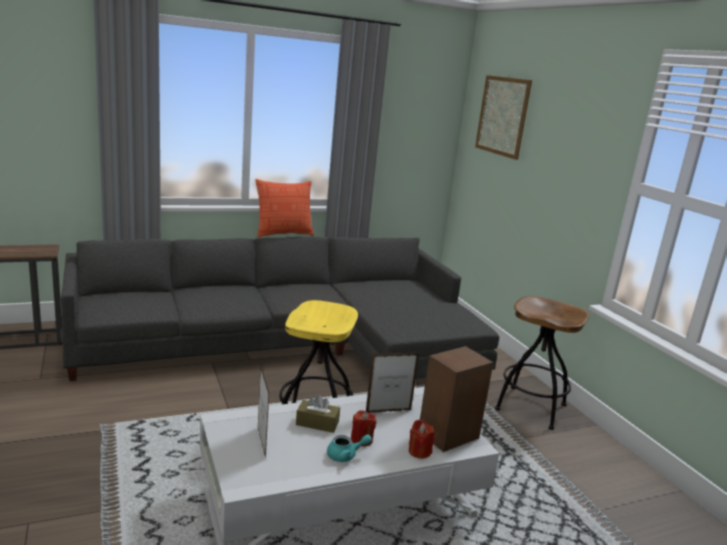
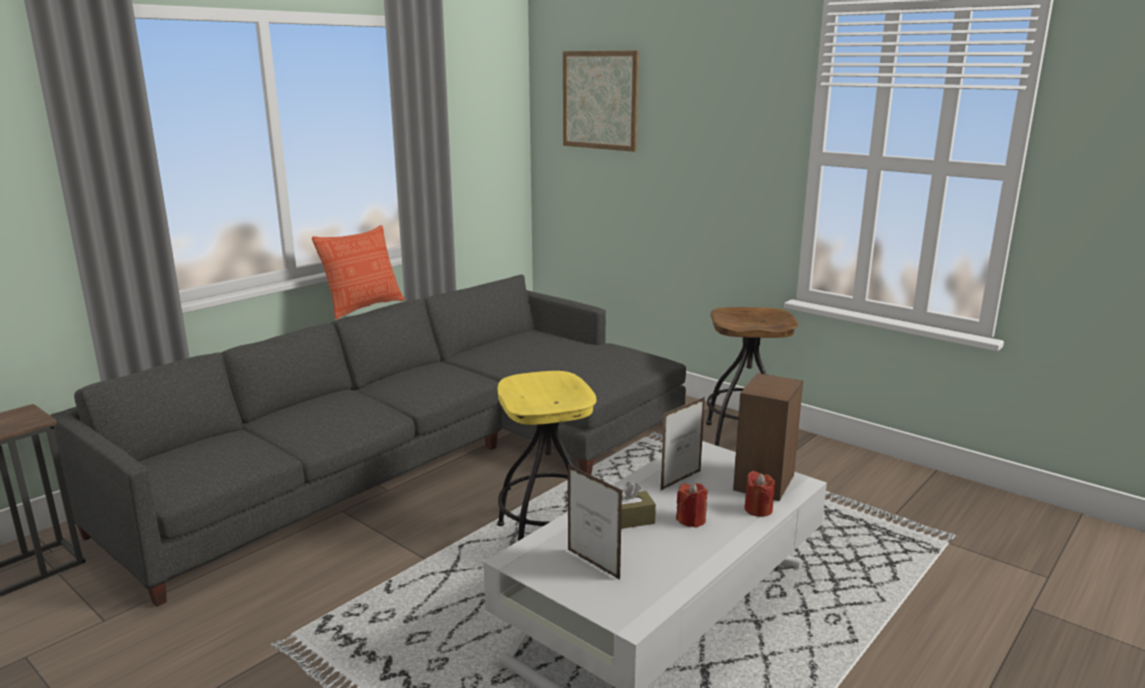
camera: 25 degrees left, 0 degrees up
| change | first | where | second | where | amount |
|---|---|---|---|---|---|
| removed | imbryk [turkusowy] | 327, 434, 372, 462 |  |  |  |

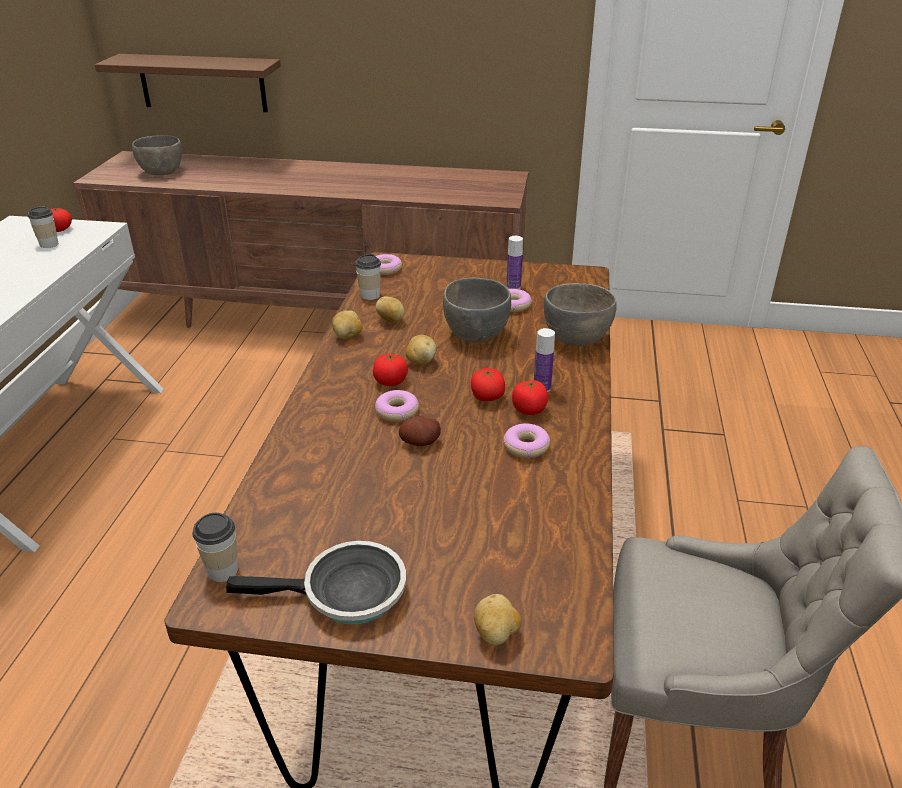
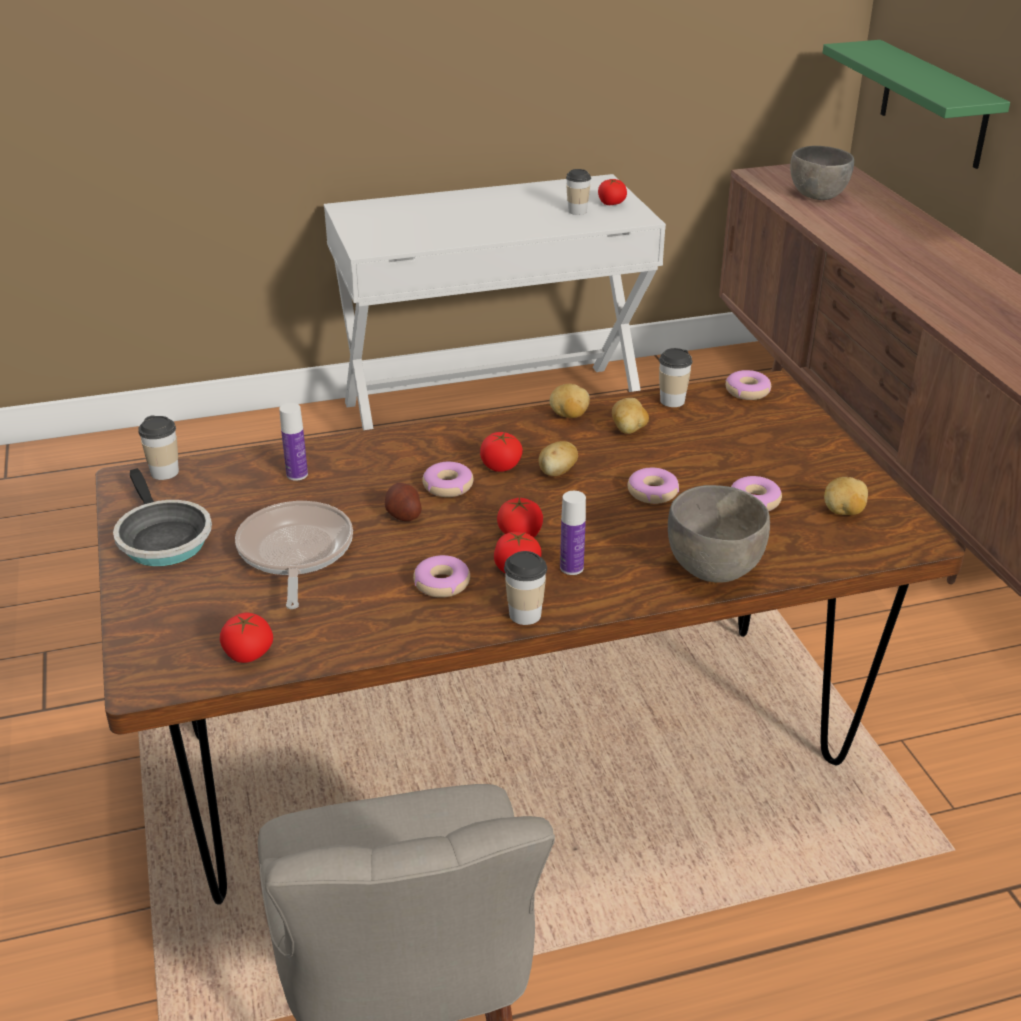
camera: 65 degrees right, 0 degrees up
| change | first | where | second | where | amount |
|---|---|---|---|---|---|
| recoloured | półka [brązowy] | 95, 54, 281, 112 | półka [zielony] | 823, 40, 1010, 169 |  |
| replaced | miska [szary] | 443, 278, 511, 342 | donut | 627, 468, 679, 504 |  |
| moved | ziemniak | 474, 594, 522, 645 |  | 824, 477, 868, 515 |  |
| moved | butelka | 506, 236, 523, 289 |  | 279, 403, 308, 481 |  |
| added |  |  | pomidor | 220, 613, 273, 663 |  |
| added |  |  | patelnia | 235, 501, 353, 609 |  |
| added |  |  | filiżanka | 504, 551, 547, 625 |  |

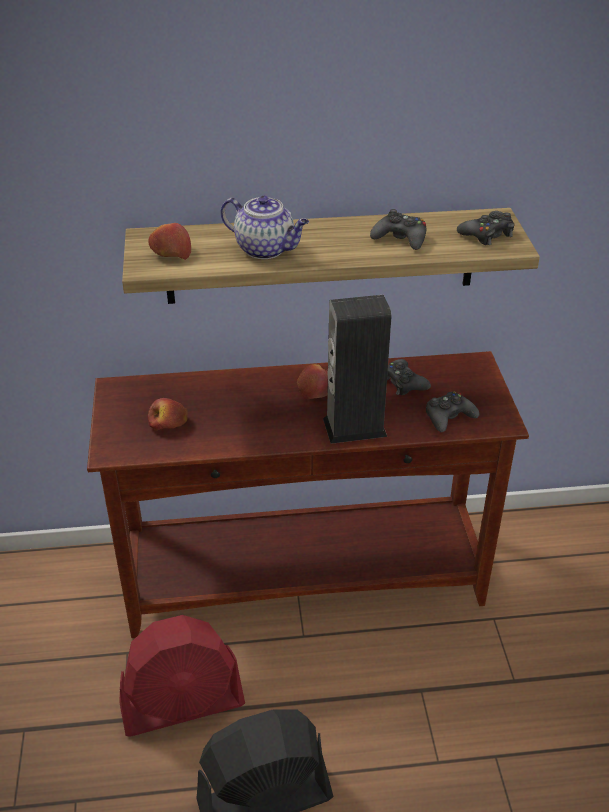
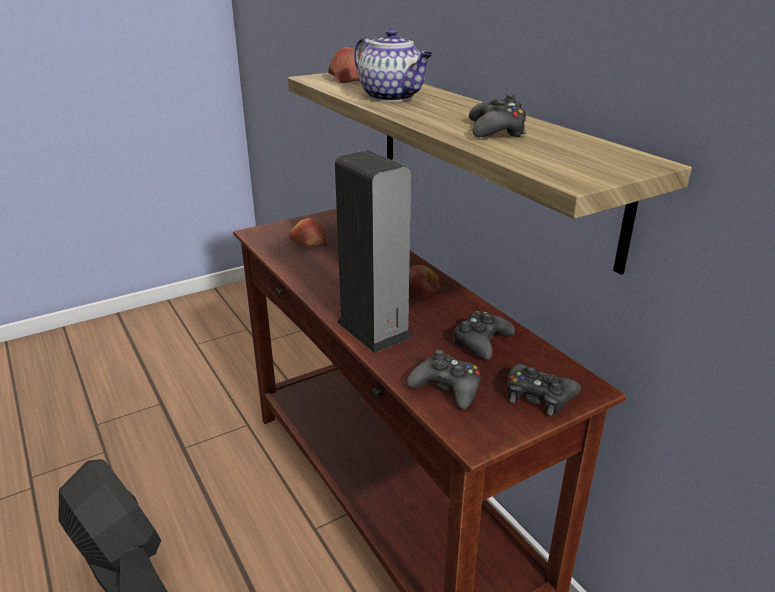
camera: 65 degrees right, 10 degrees down
| change | first | where | second | where | amount |
|---|---|---|---|---|---|
| removed | wentylator [czerwony] | 119, 615, 245, 737 |  |  |  |
| turned | imbryk | 221, 195, 309, 259 |  | 354, 28, 433, 102 | 45 degrees counterclockwise |
| moved | pad do gier [czarny] | 457, 211, 514, 245 |  | 507, 364, 581, 416 |  |

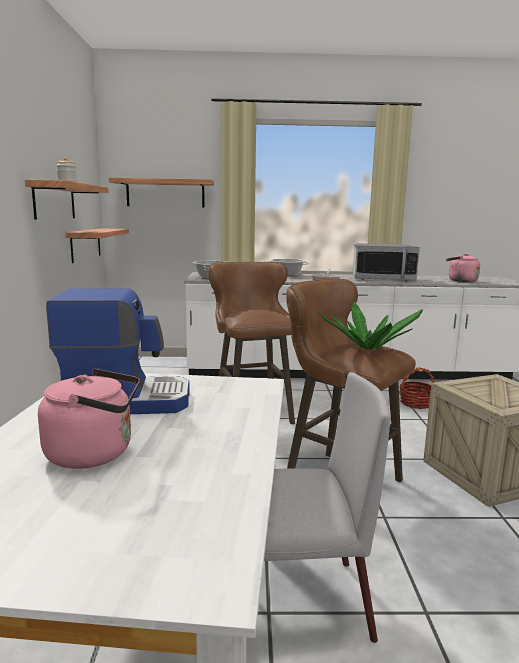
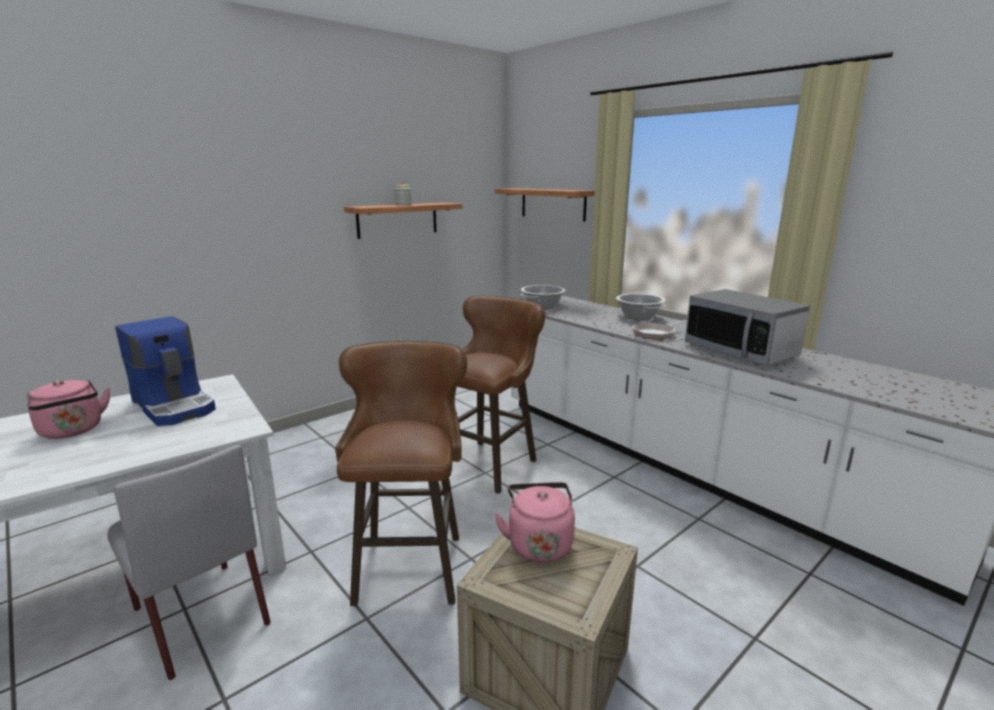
camera: 50 degrees right, 5 degrees up
| change | first | where | second | where | amount |
|---|---|---|---|---|---|
| removed | półka | 66, 229, 129, 263 |  |  |  |
| removed | roślina doniczkowa | 317, 302, 423, 349 |  |  |  |
| removed | koszyk | 400, 367, 436, 409 |  |  |  |
| moved | czajnik [różowy] | 446, 254, 480, 282 |  | 494, 482, 575, 563 |  |

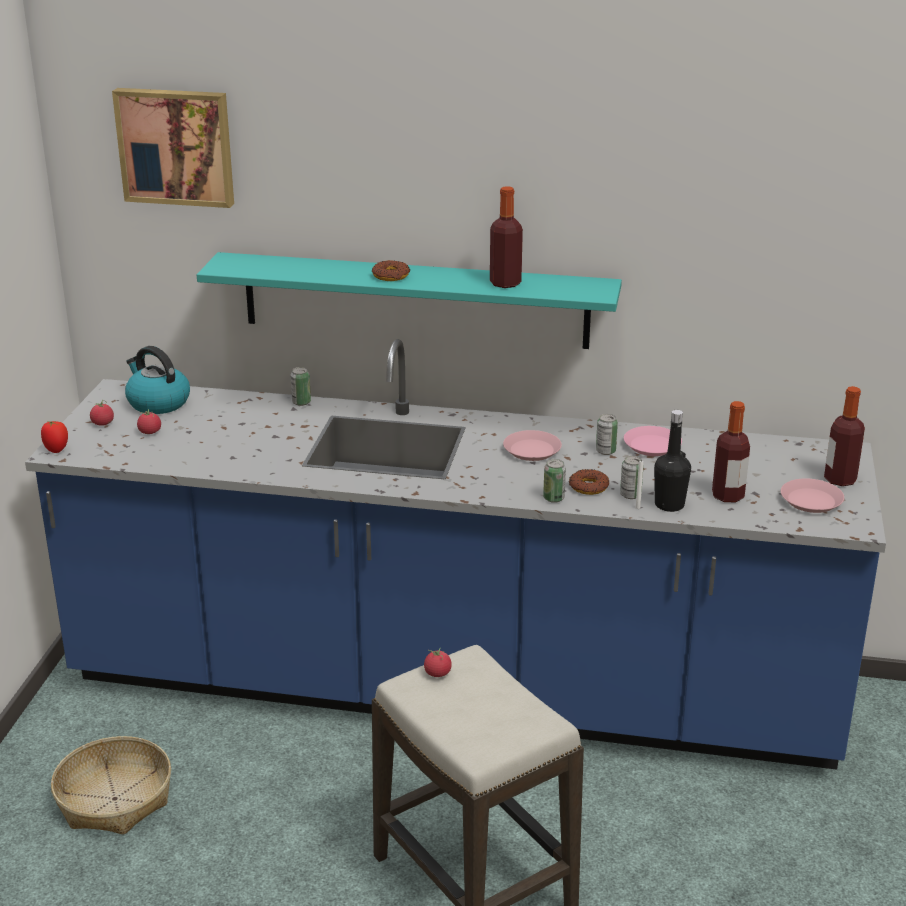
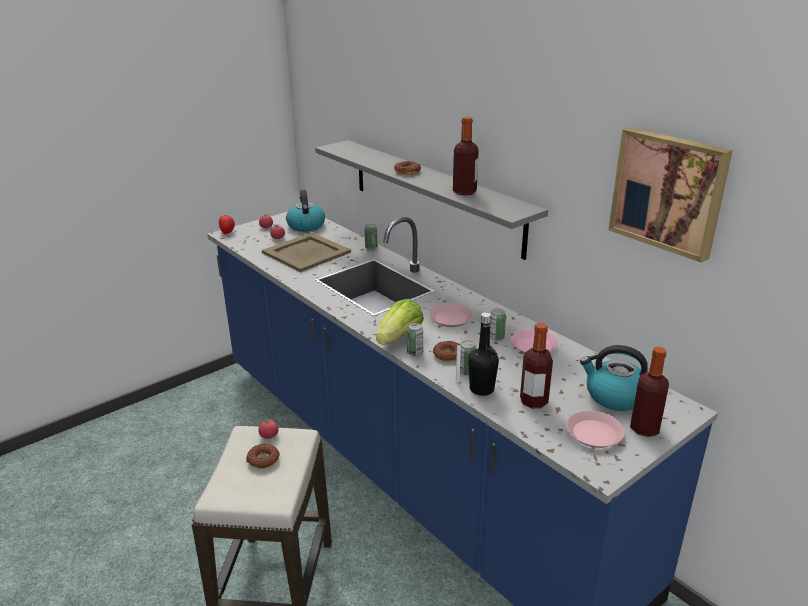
camera: 40 degrees right, 0 degrees up
| change | first | where | second | where | amount |
|---|---|---|---|---|---|
| removed | koszyk | 51, 736, 171, 834 |  |  |  |
| moved | obraz | 112, 88, 234, 208 |  | 608, 127, 733, 263 |  |
| recoloured | półka [turkusowy] | 197, 252, 622, 349 | półka [szary] | 315, 140, 548, 260 |  |
| added |  |  | donut | 246, 444, 279, 468 |  |
| added |  |  | taca [beżowy] | 262, 233, 351, 272 |  |
| added |  |  | sałata | 376, 299, 424, 345 |  |
| added |  |  | czajnik | 580, 345, 648, 411 |  |

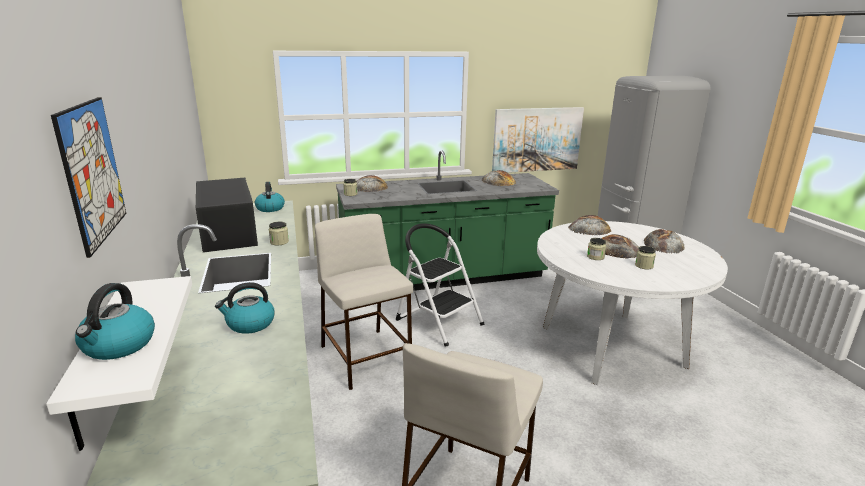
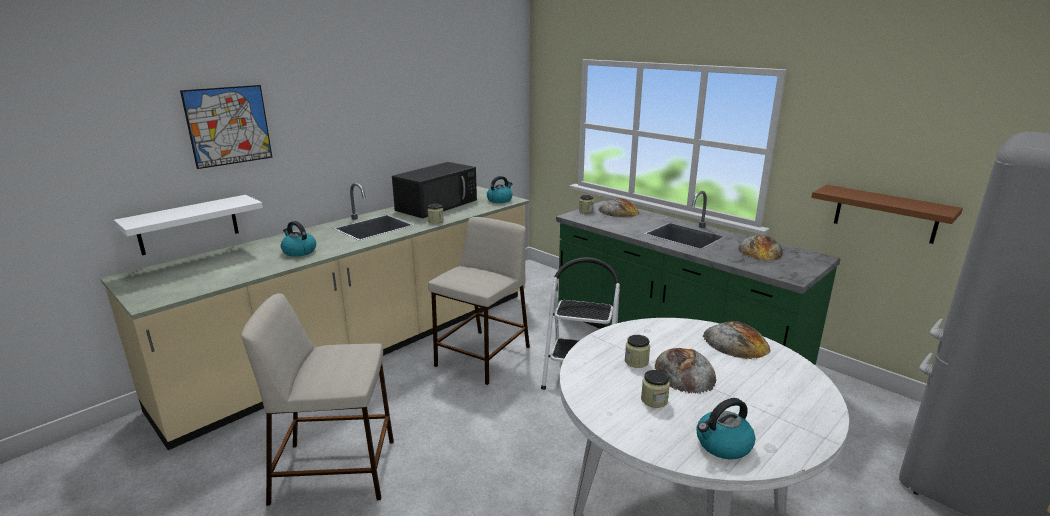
camera: 60 degrees right, 0 degrees up
| change | first | where | second | where | amount |
|---|---|---|---|---|---|
| moved | czajnik | 75, 283, 155, 360 |  | 696, 398, 755, 459 |  |
| replaced | obraz | 492, 107, 584, 173 | półka [brązowy] | 811, 185, 963, 244 |  |
| removed | chleb | 644, 229, 685, 254 |  |  |  |

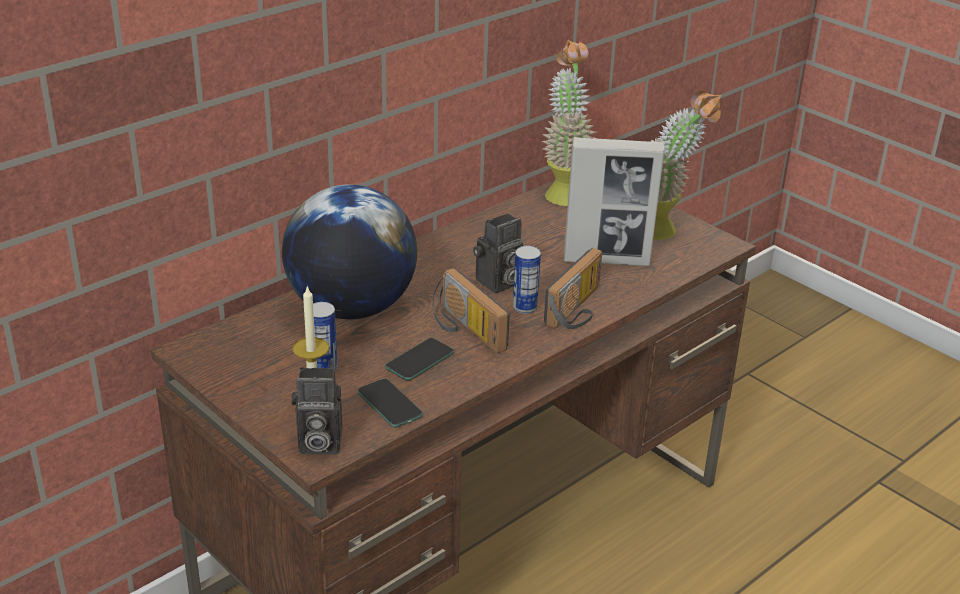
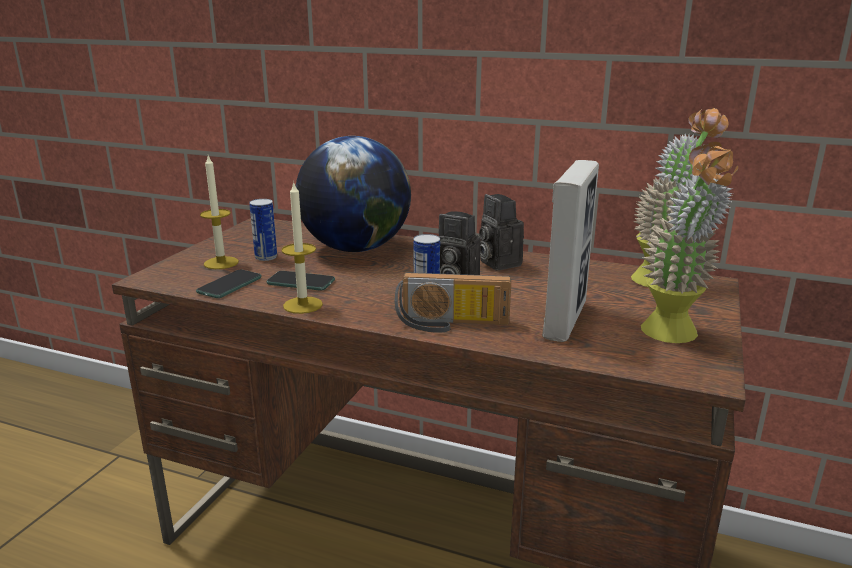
camera: 65 degrees right, 10 degrees down
| change | first | where | second | where | amount |
|---|---|---|---|---|---|
| moved | aparat fotograficzny | 292, 367, 343, 454 |  | 479, 194, 524, 271 |  |
| removed | radio | 432, 268, 510, 353 |  |  |  |
| turned | ramka na zdjęcie | 564, 137, 665, 266 |  | 542, 160, 599, 342 | 135 degrees counterclockwise |
| added |  |  | świeca | 281, 181, 323, 314 |  |

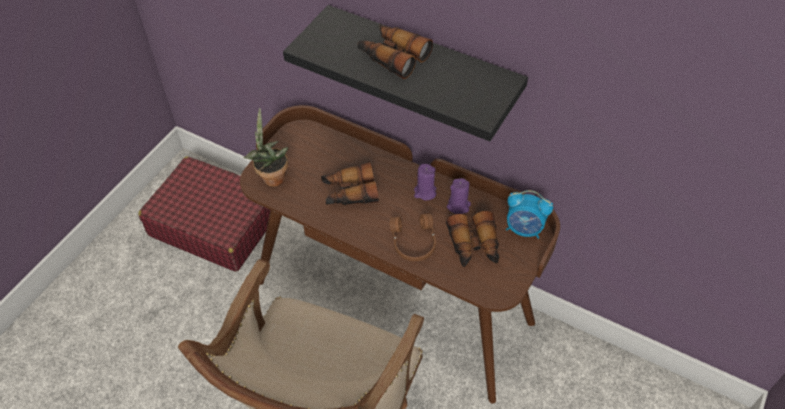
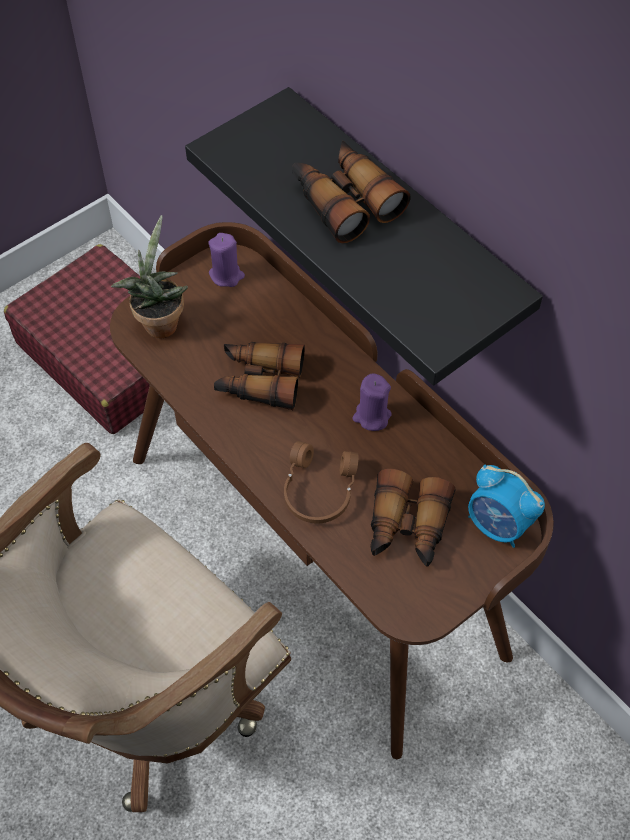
camera: 20 degrees right, 5 degrees up
| change | first | where | second | where | amount |
|---|---|---|---|---|---|
| moved | świeca [fioletowy] | 447, 178, 471, 214 |  | 208, 233, 245, 287 |  |

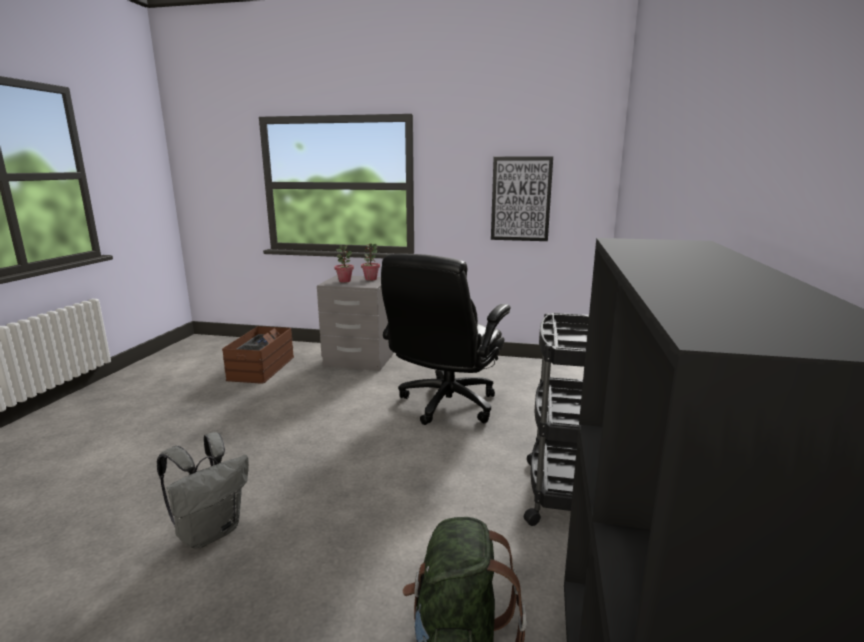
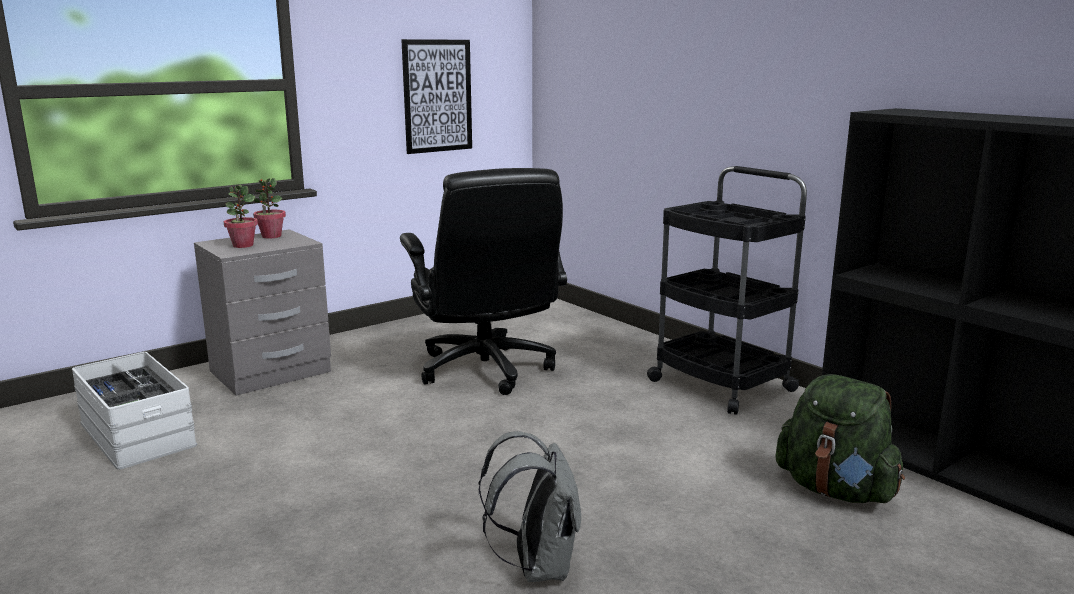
camera: 50 degrees left, 0 degrees up
| change | first | where | second | where | amount |
|---|---|---|---|---|---|
| recoloured | pojemnik do przechowywania [brązowy] | 222, 326, 294, 384 | pojemnik do przechowywania [biały] | 72, 352, 197, 469 |  |

